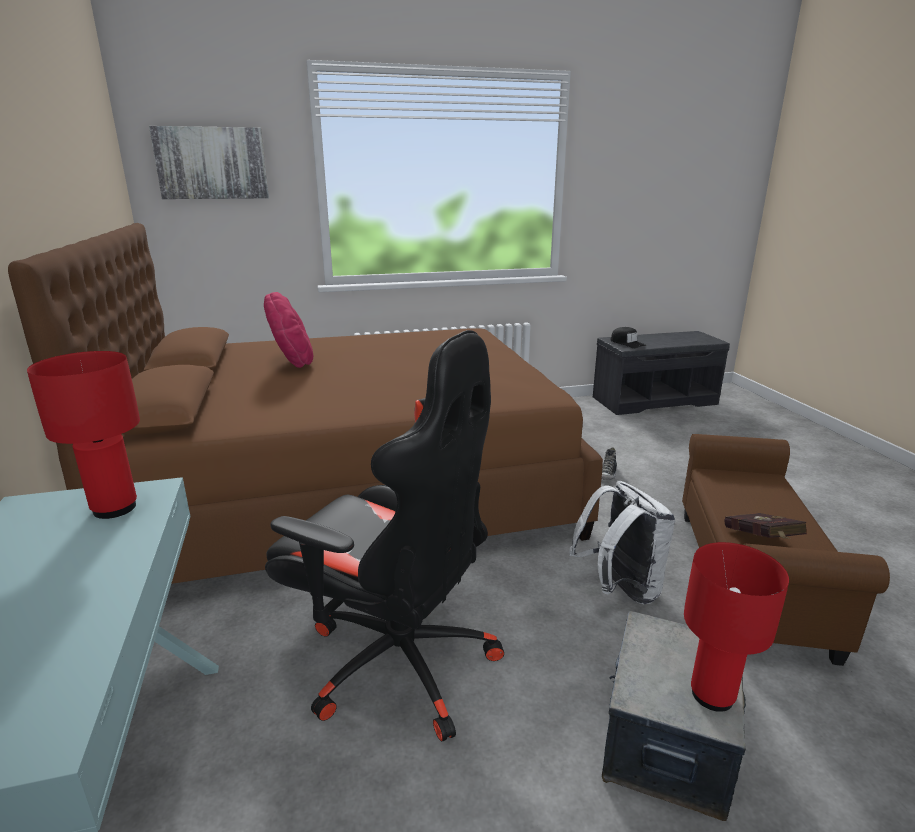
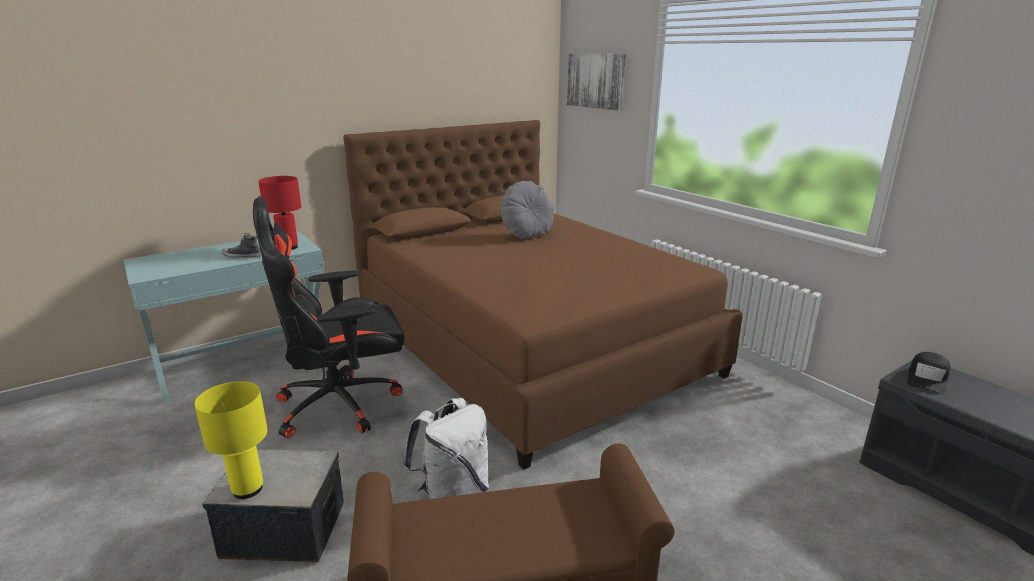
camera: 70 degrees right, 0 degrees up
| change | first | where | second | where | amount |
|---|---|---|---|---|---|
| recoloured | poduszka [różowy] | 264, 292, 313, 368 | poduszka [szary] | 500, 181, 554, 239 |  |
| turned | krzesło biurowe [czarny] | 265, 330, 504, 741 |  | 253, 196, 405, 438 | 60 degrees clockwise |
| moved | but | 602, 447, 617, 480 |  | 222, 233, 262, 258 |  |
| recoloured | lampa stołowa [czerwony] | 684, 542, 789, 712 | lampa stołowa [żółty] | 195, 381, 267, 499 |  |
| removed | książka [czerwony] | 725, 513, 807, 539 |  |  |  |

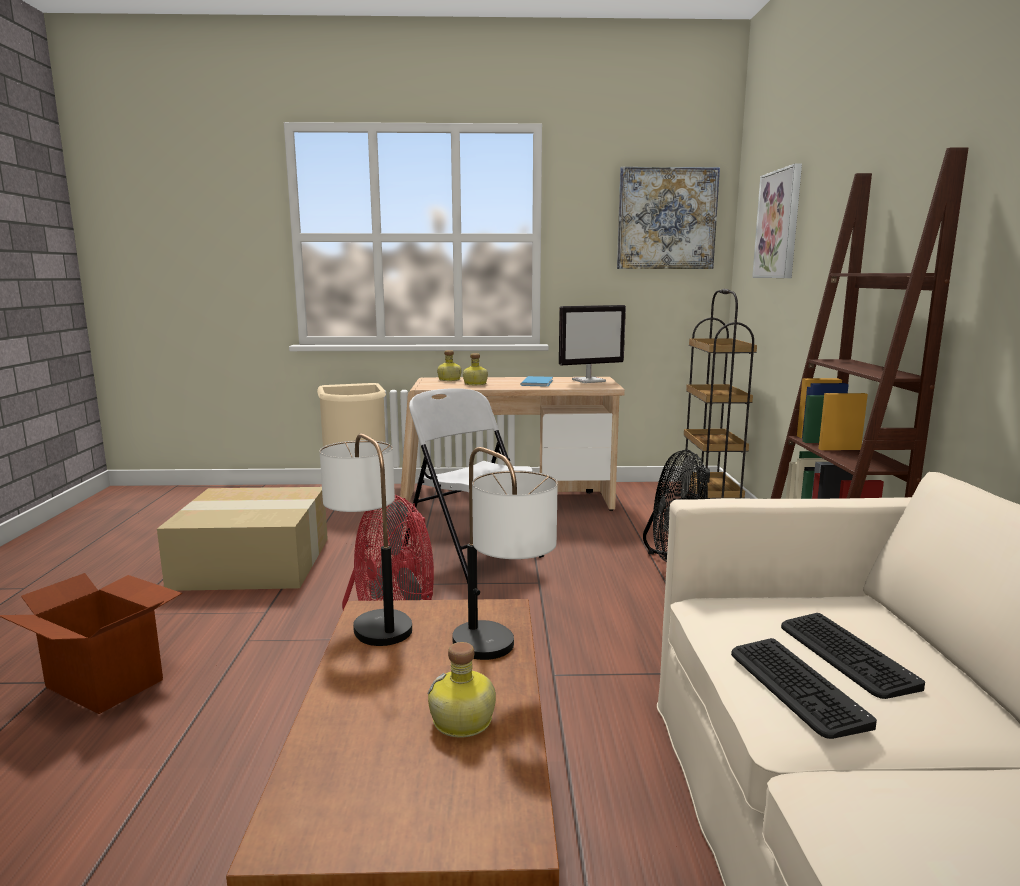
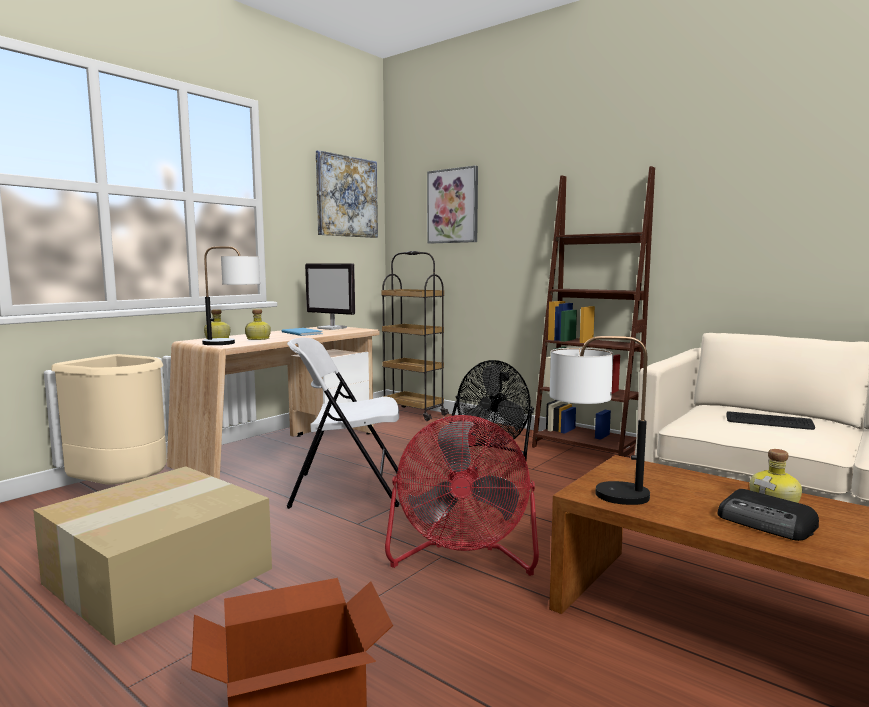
camera: 50 degrees left, 5 degrees down
| change | first | where | second | where | amount |
|---|---|---|---|---|---|
| moved | lampa stołowa | 452, 447, 558, 660 |  | 202, 246, 260, 345 |  |
| turned | monitor | 559, 305, 626, 383 |  | 305, 263, 355, 330 | 105 degrees clockwise |
| removed | klawiatura | 731, 638, 877, 739 |  |  |  |
| added |  |  | radio | 718, 489, 819, 541 |  |

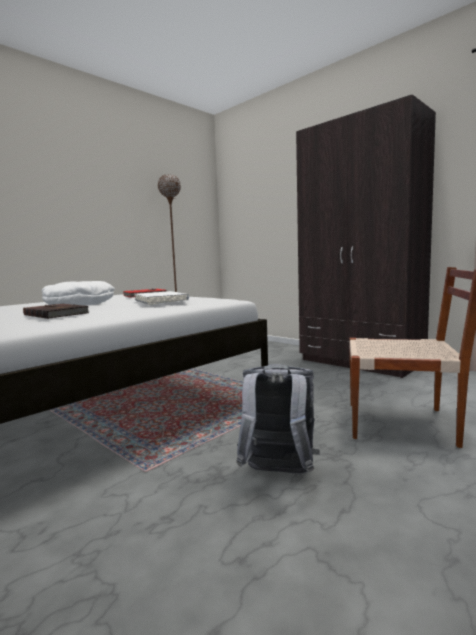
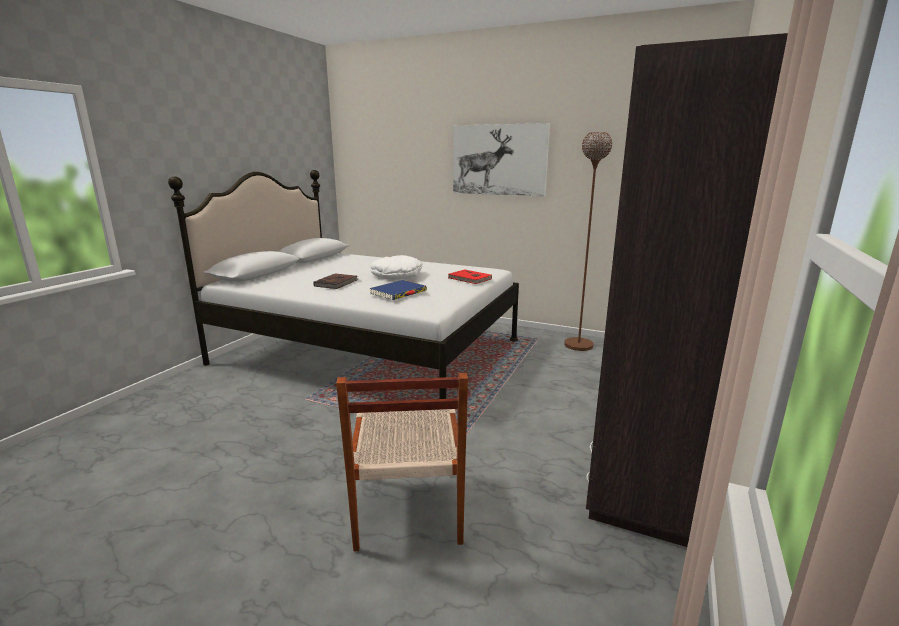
camera: 70 degrees right, 10 degrees up
| change | first | where | second | where | amount |
|---|---|---|---|---|---|
| recoloured | książka [biały] | 135, 291, 189, 305 | książka [niebieski] | 369, 280, 427, 300 |  |
| removed | plecak [szary] | 236, 364, 320, 473 |  |  |  |
| added |  |  | obraz | 453, 123, 550, 197 |  |

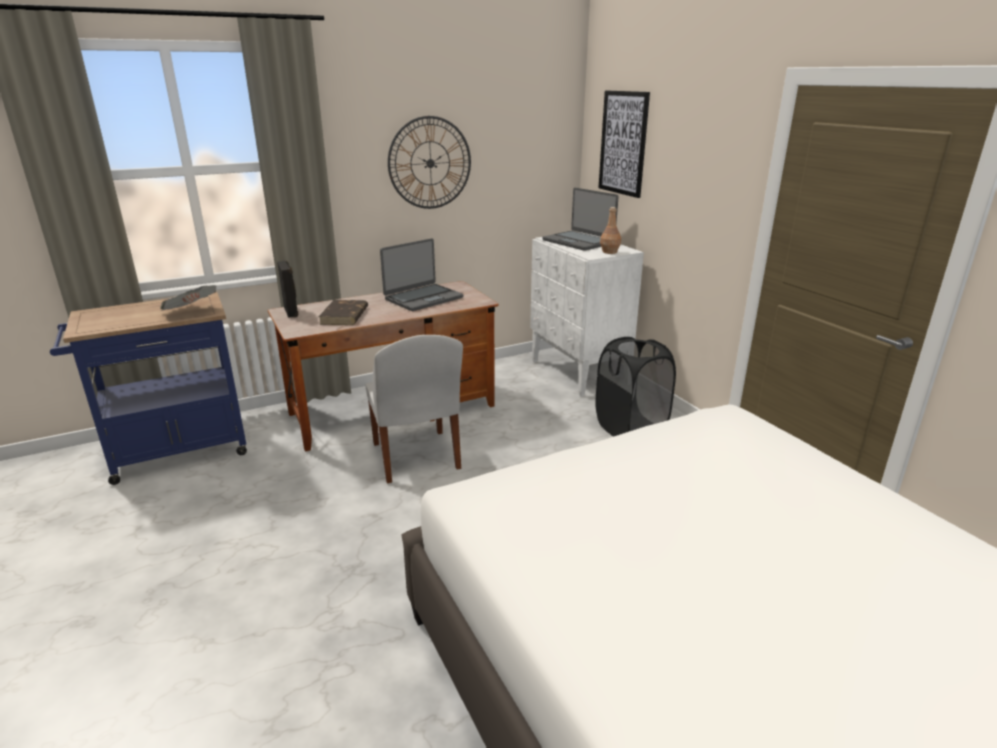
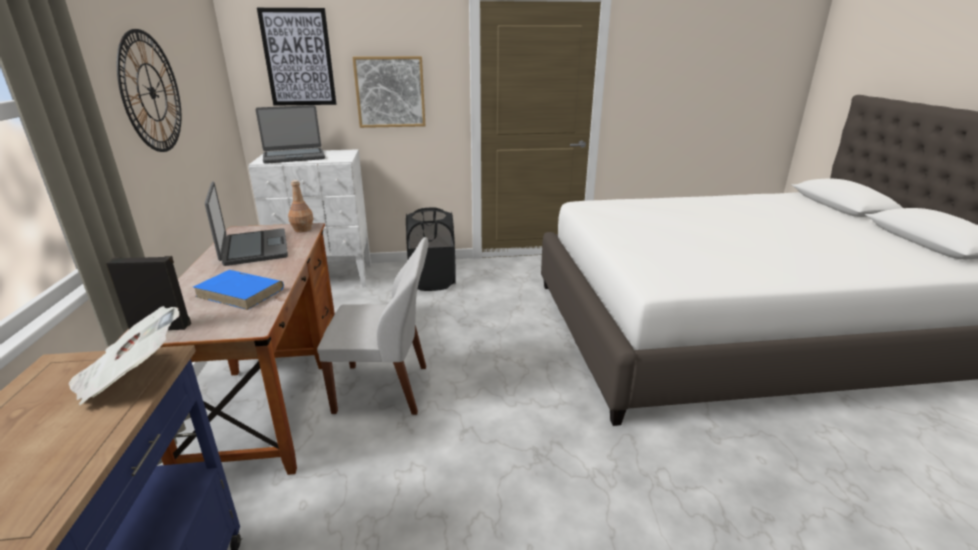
camera: 70 degrees left, 0 degrees up
| change | first | where | second | where | amount |
|---|---|---|---|---|---|
| recoloured | książka [brązowy] | 319, 300, 368, 325 | książka [niebieski] | 193, 270, 284, 310 |  |
| moved | butelka [brązowy] | 600, 207, 621, 254 |  | 288, 180, 313, 232 |  |
| added |  |  | obraz | 352, 56, 425, 128 |  |

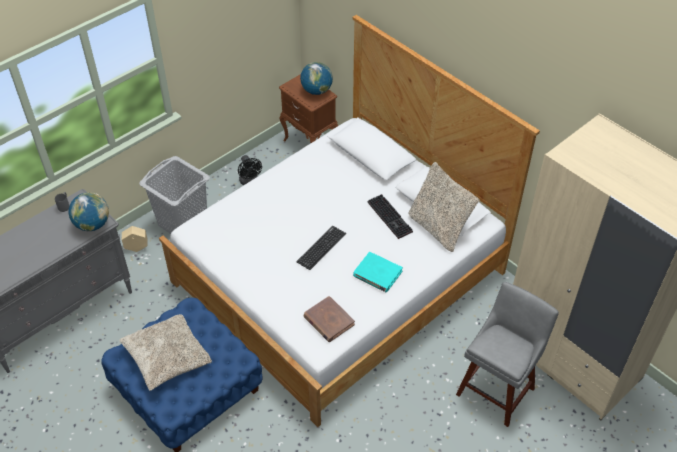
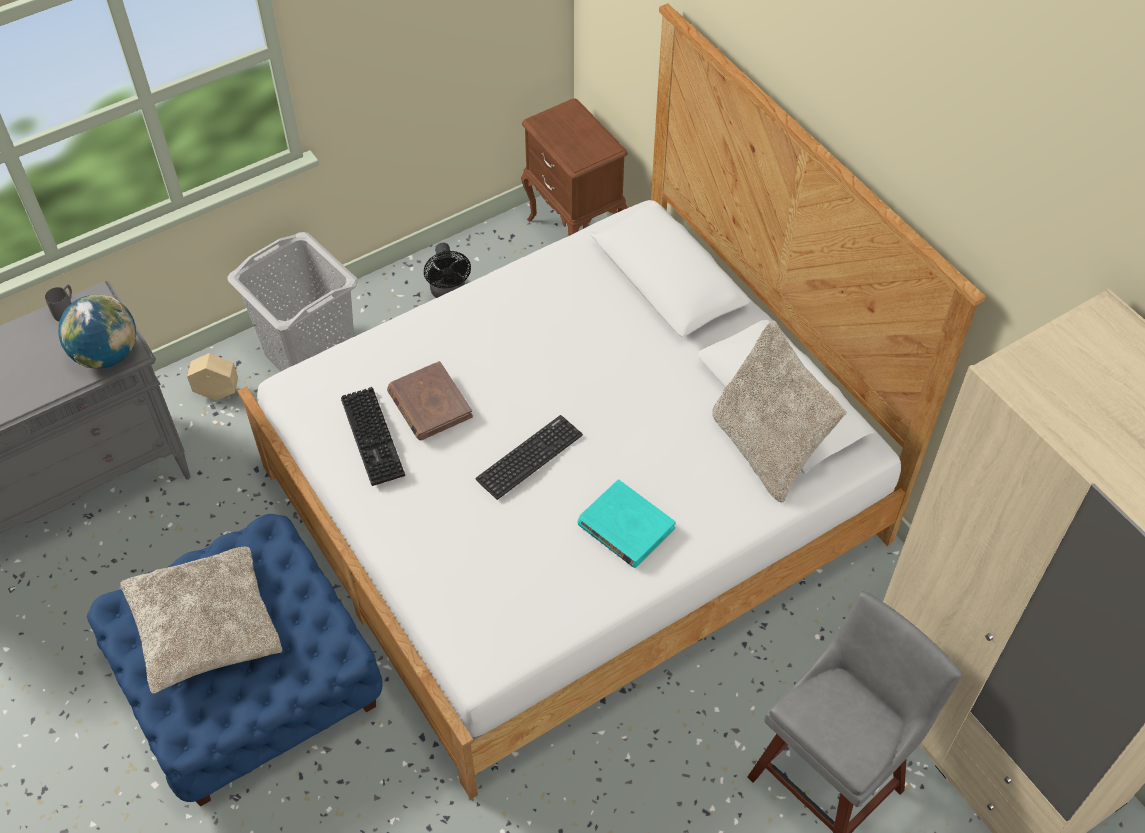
camera: 10 degrees right, 5 degrees up
| change | first | where | second | where | amount |
|---|---|---|---|---|---|
| removed | globus | 300, 62, 333, 95 |  |  |  |
| moved | książka [brązowy] | 304, 296, 355, 342 |  | 387, 361, 473, 441 |  |
| moved | klawiatura | 368, 194, 413, 239 |  | 341, 387, 405, 486 |  |

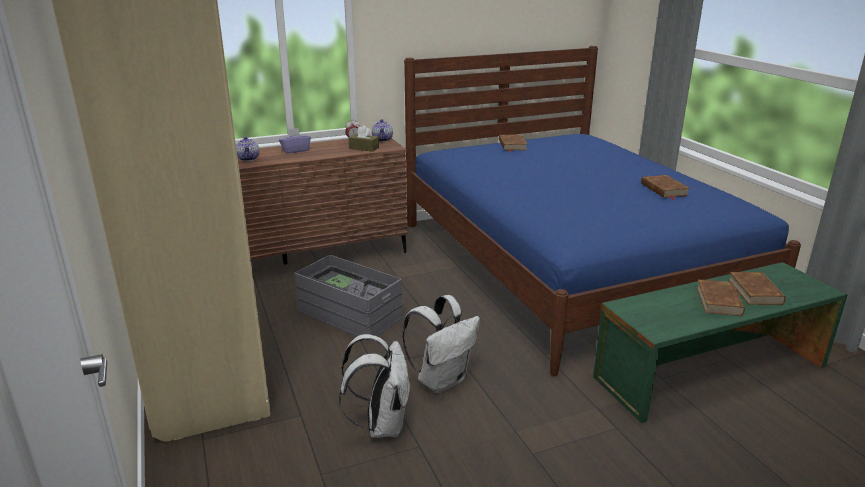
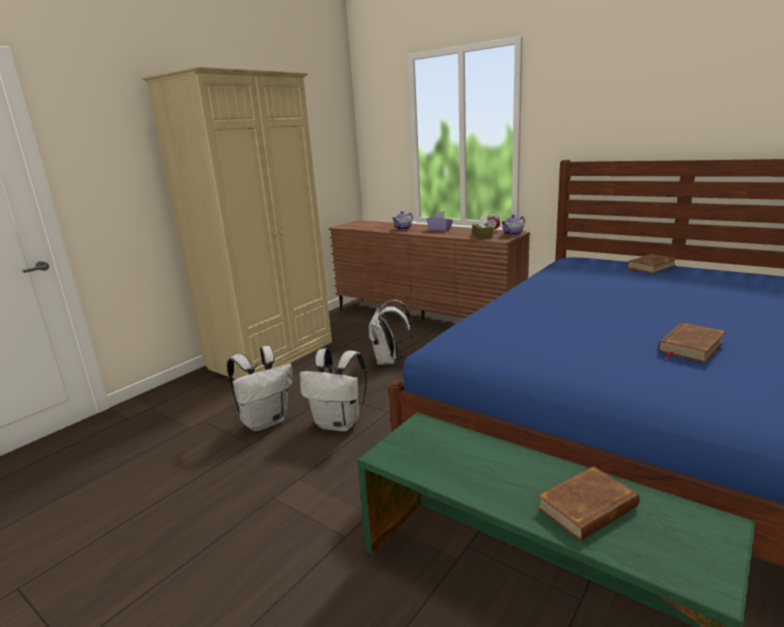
camera: 60 degrees right, 5 degrees down
| change | first | where | second | where | amount |
|---|---|---|---|---|---|
| replaced | pojemnik do przechowywania [szary] | 295, 255, 403, 341 | plecak [biały] | 368, 300, 413, 365 |  |
| removed | książka [brązowy] | 696, 279, 745, 316 |  |  |  |

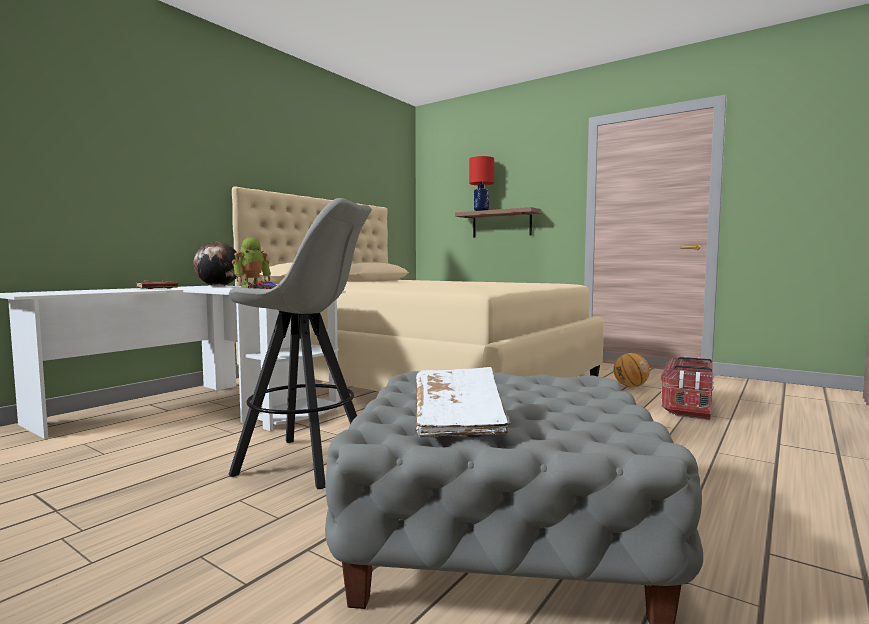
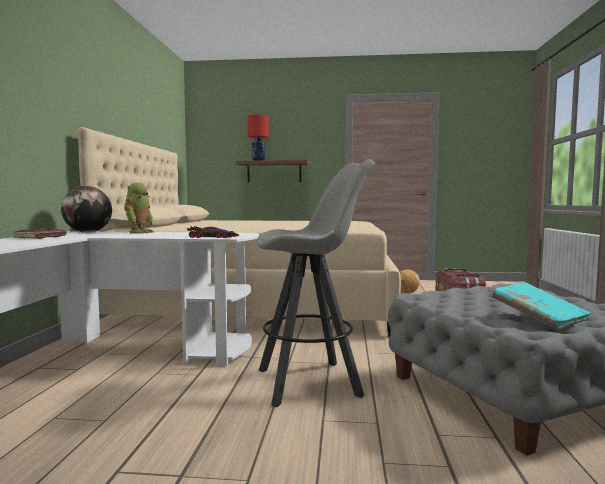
camera: 30 degrees left, 0 degrees up
| change | first | where | second | where | amount |
|---|---|---|---|---|---|
| recoloured | książka [biały] | 415, 367, 510, 438 | książka [turkusowy] | 492, 282, 591, 330 |  |

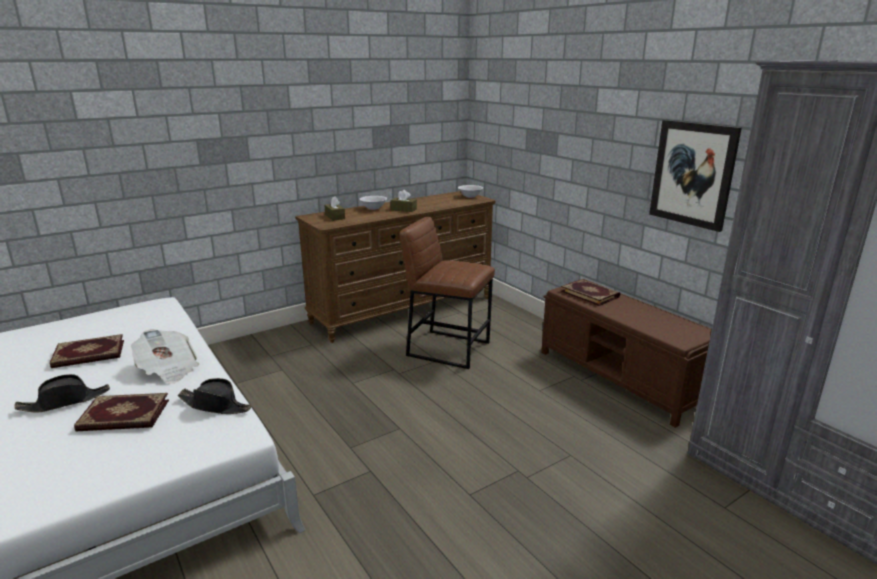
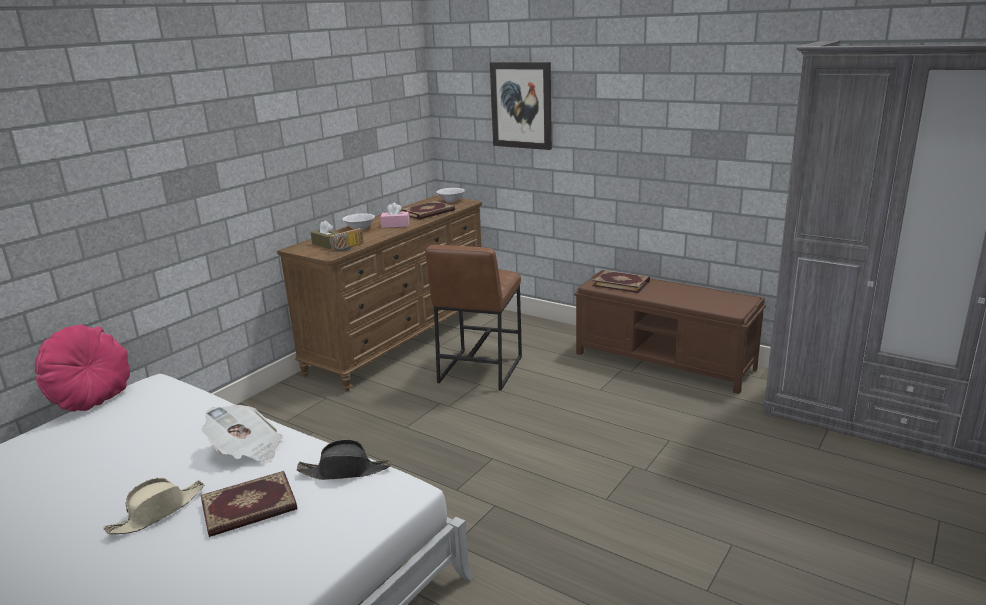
camera: 20 degrees left, 0 degrees up
| change | first | where | second | where | amount |
|---|---|---|---|---|---|
| recoloured | kapelusz [czarny] | 14, 374, 110, 412 | kapelusz [beżowy] | 104, 478, 204, 534 |  |
| moved | książka | 50, 334, 124, 368 |  | 401, 200, 455, 220 |  |
| recoloured | pudełko chusteczek [brązowy] | 390, 190, 417, 212 | pudełko chusteczek [różowy] | 380, 203, 410, 228 |  |
| turned | krzesło [brązowy] | 400, 217, 495, 369 |  | 425, 245, 522, 390 | 75 degrees counterclockwise |
| moved | obraz | 649, 120, 742, 232 |  | 490, 62, 552, 150 |  |
| added |  |  | poduszka [różowy] | 35, 325, 130, 412 |  |
| added |  |  | radio | 329, 228, 364, 252 |  |

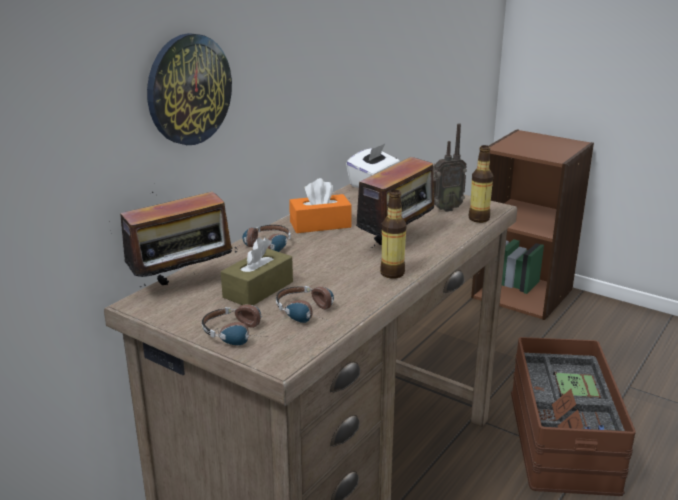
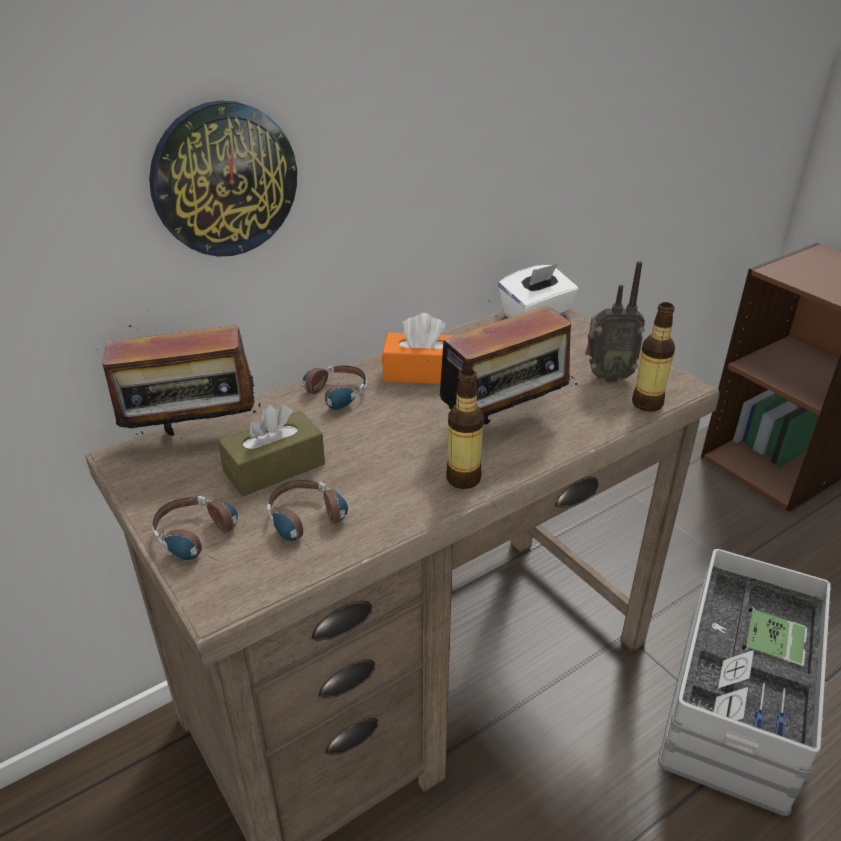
camera: 20 degrees right, 10 degrees up
| change | first | where | second | where | amount |
|---|---|---|---|---|---|
| recoloured | pojemnik do przechowywania [brązowy] | 511, 337, 636, 496 | pojemnik do przechowywania [szary] | 658, 549, 832, 816 |  |

